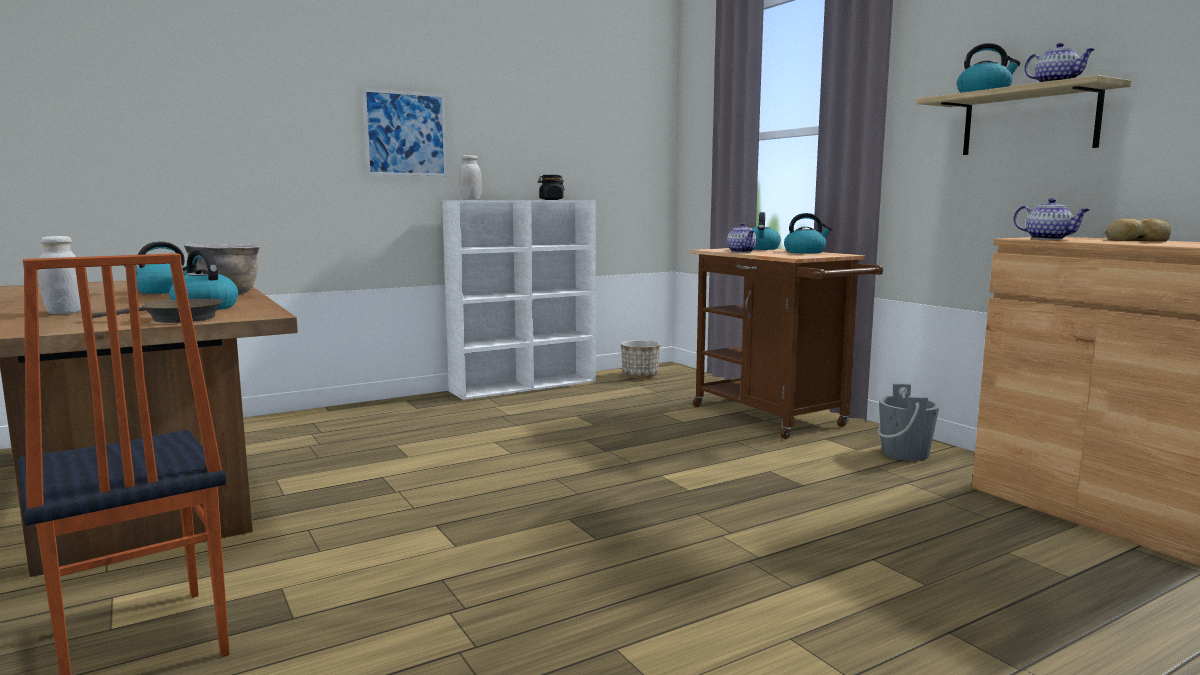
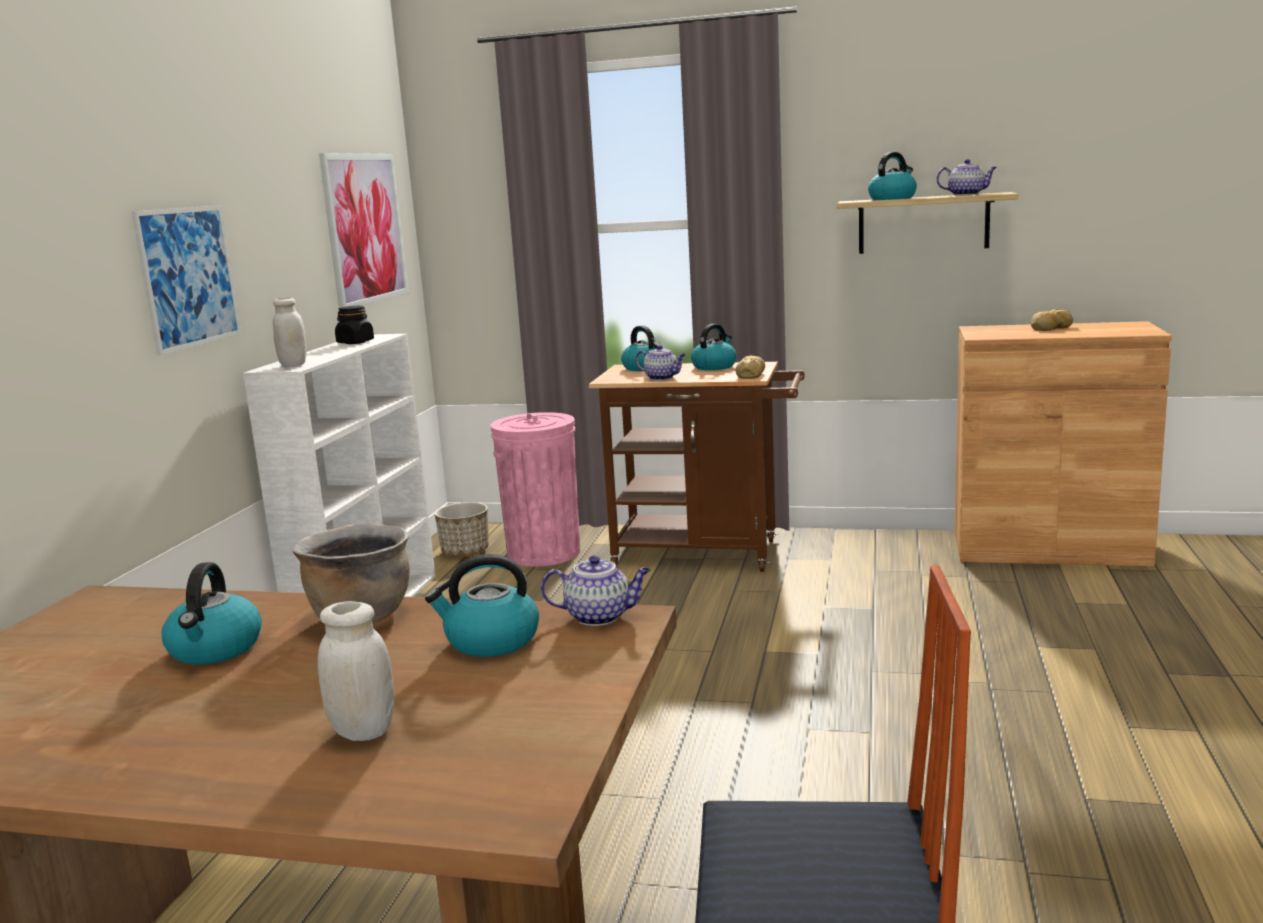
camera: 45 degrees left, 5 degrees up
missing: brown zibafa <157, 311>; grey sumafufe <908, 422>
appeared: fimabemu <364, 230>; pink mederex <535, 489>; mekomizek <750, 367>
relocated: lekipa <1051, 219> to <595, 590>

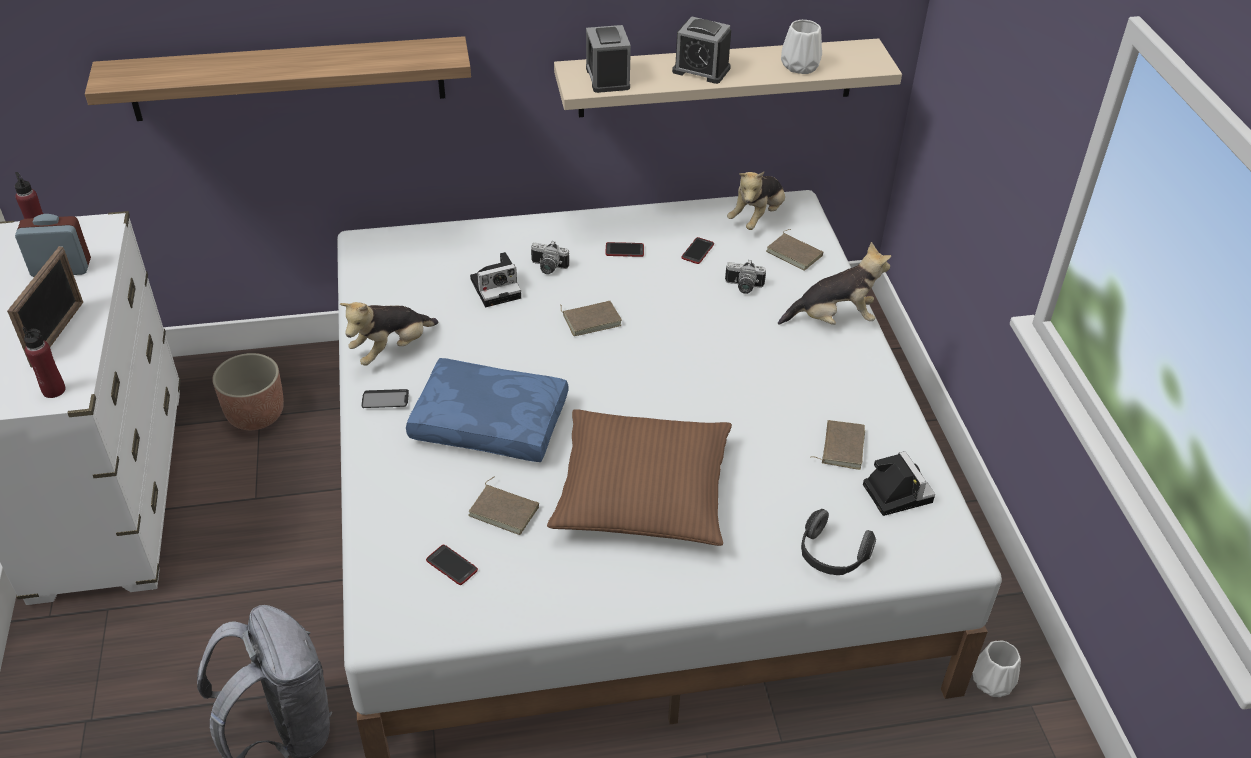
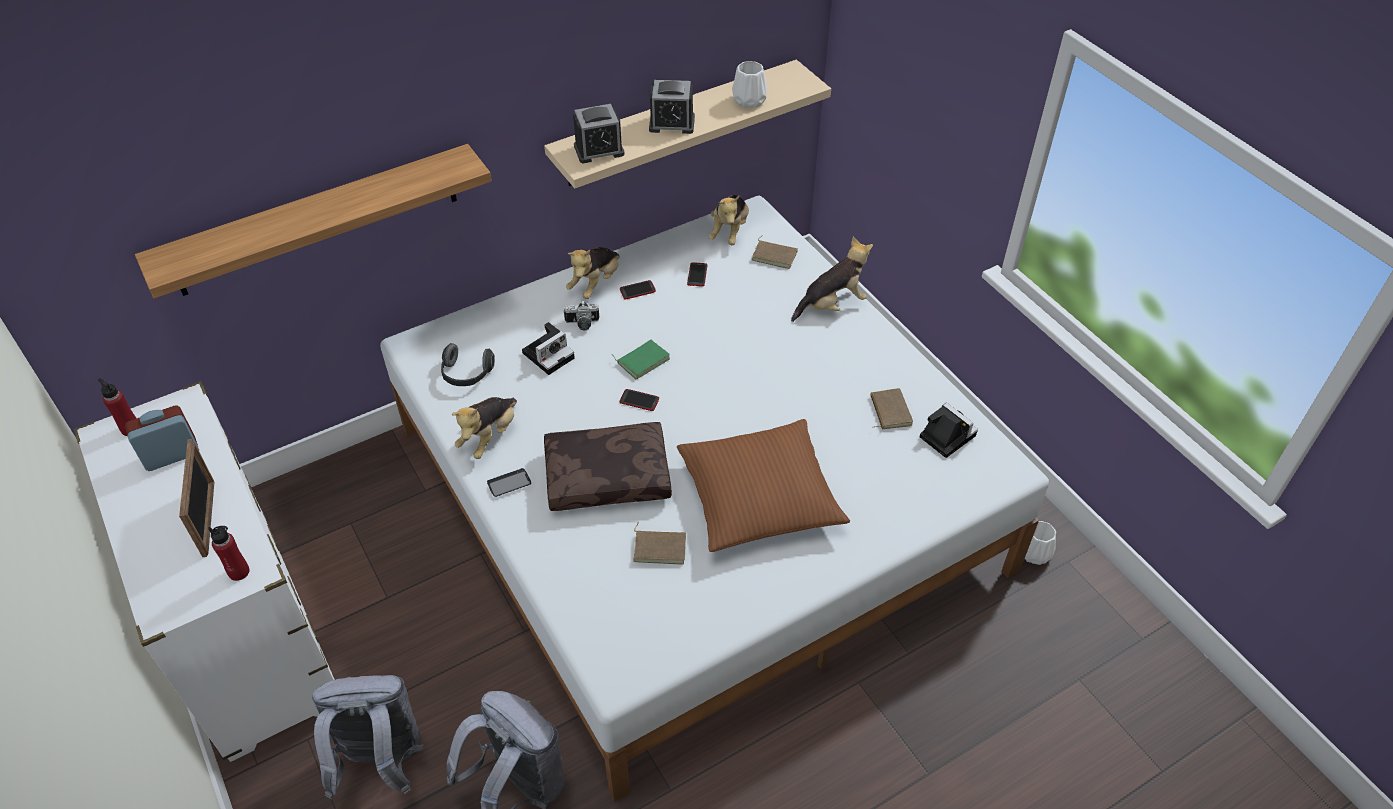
camera: 20 degrees left, 5 degrees up
missing: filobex <248, 391>; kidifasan <745, 277>
appeared: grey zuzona <368, 737>; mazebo <593, 273>
relocated: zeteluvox <838, 542> to <468, 364>; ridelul <452, 565> to <639, 400>
colour: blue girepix <487, 410> to brown girepix <608, 466>; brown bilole <591, 318> to green bilole <641, 359>
spun: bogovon <608, 59> = <598, 133> 75 degrees counterclockwise

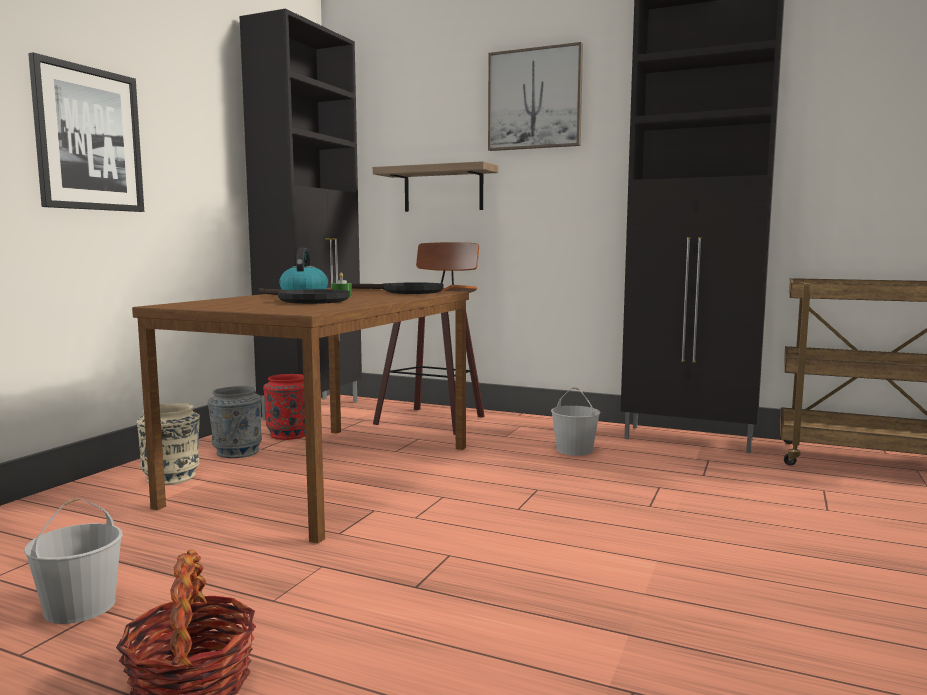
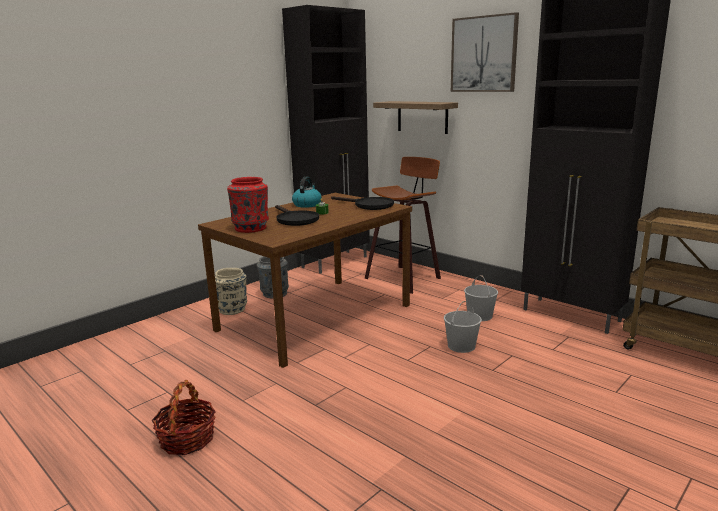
camera: 20 degrees right, 10 degrees up
missing: fimabemu <86, 132>
relocated: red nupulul <284, 407> to <248, 205>; white sumafufe <73, 561> to <463, 327>

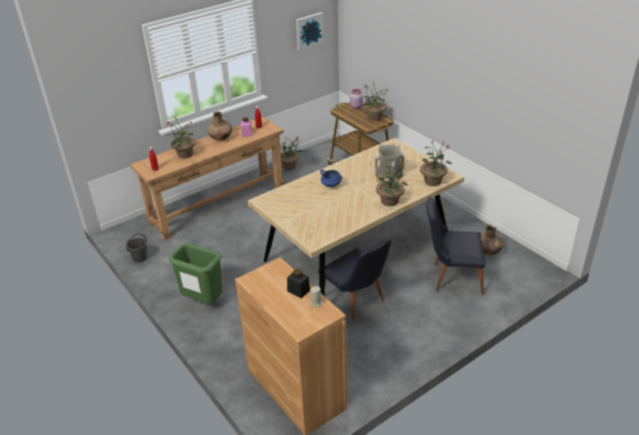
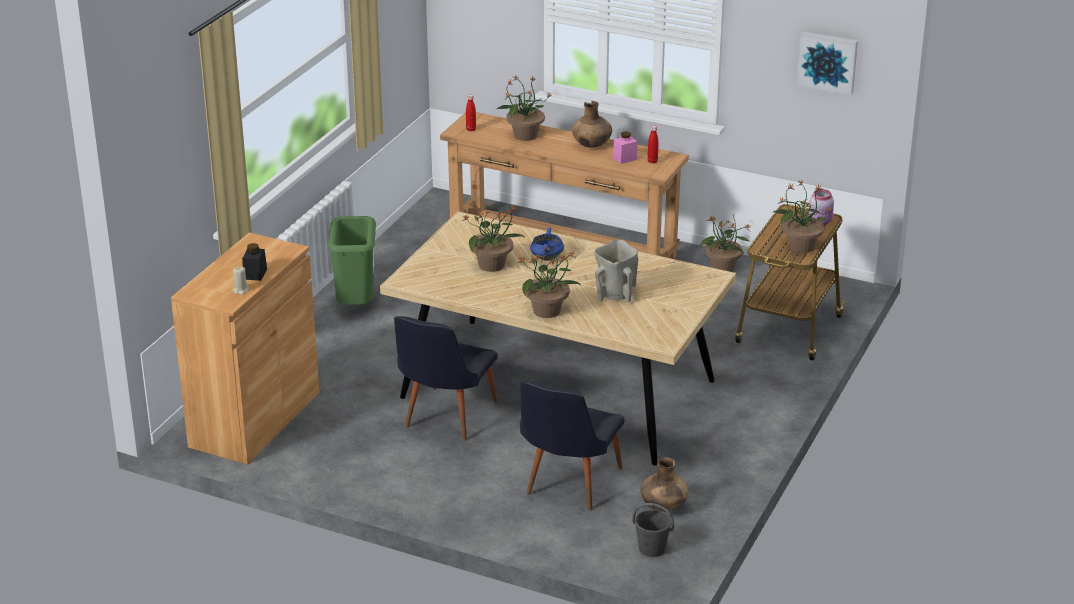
camera: 60 degrees right, 5 degrees down
relocated: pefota <436, 163> to <493, 237>; grey sumafufe <136, 248> to <653, 530>
spun: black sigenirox <455, 246> = <572, 446> 135 degrees counterclockwise

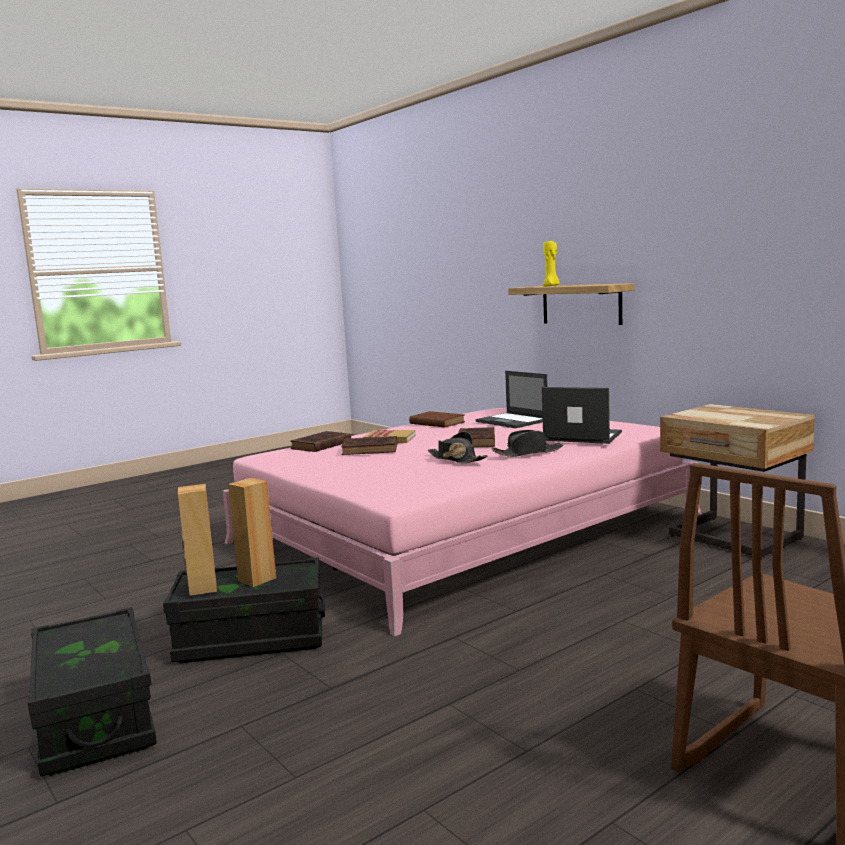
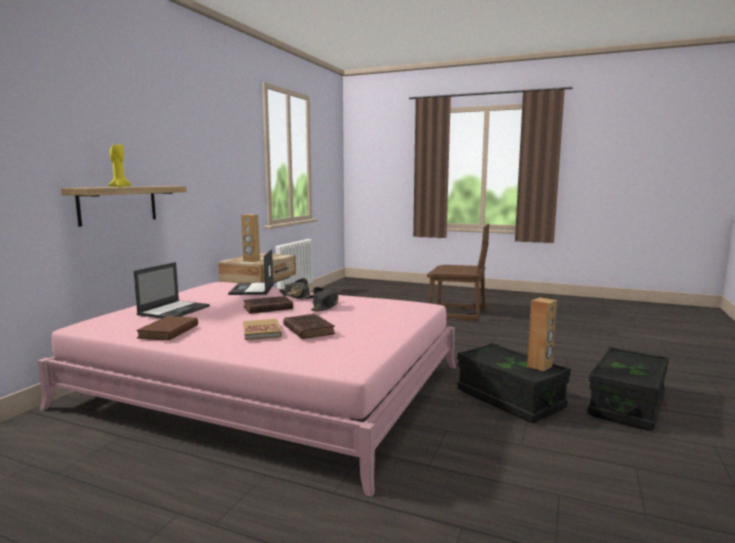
camera: 120 degrees left, 0 degrees up
missing: brown bilole <320, 441>
relocated: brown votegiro <252, 532> to <250, 238>

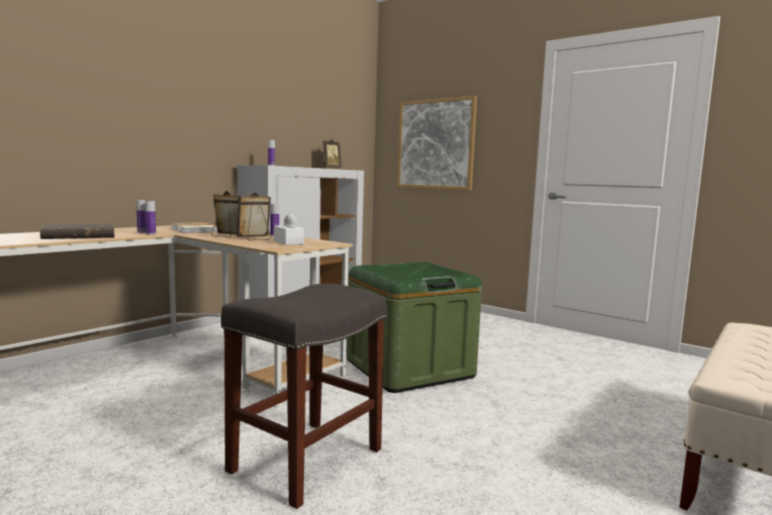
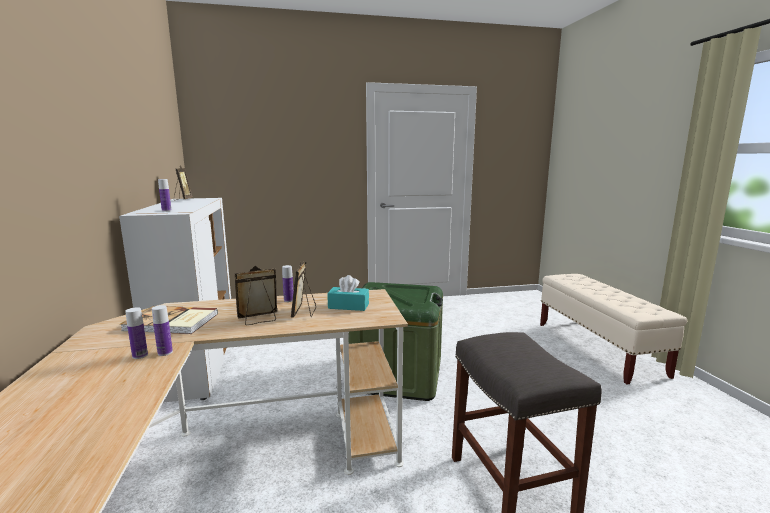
camera: 50 degrees left, 5 degrees up
missing: brown bilole <77, 231>; fimabemu <437, 143>
colour: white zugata <289, 228> to turquoise zugata <348, 293>

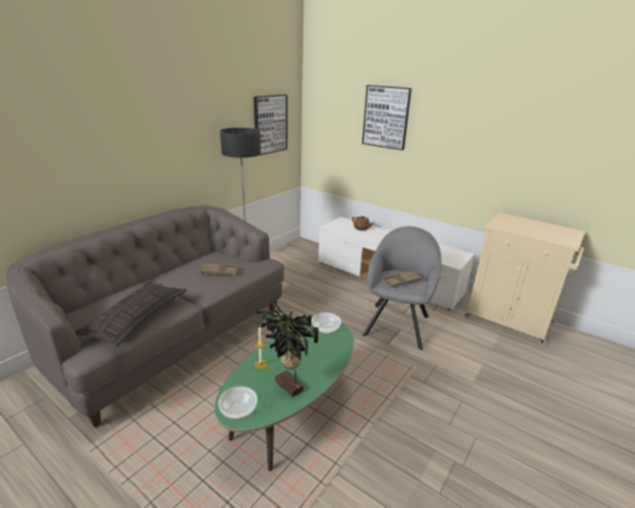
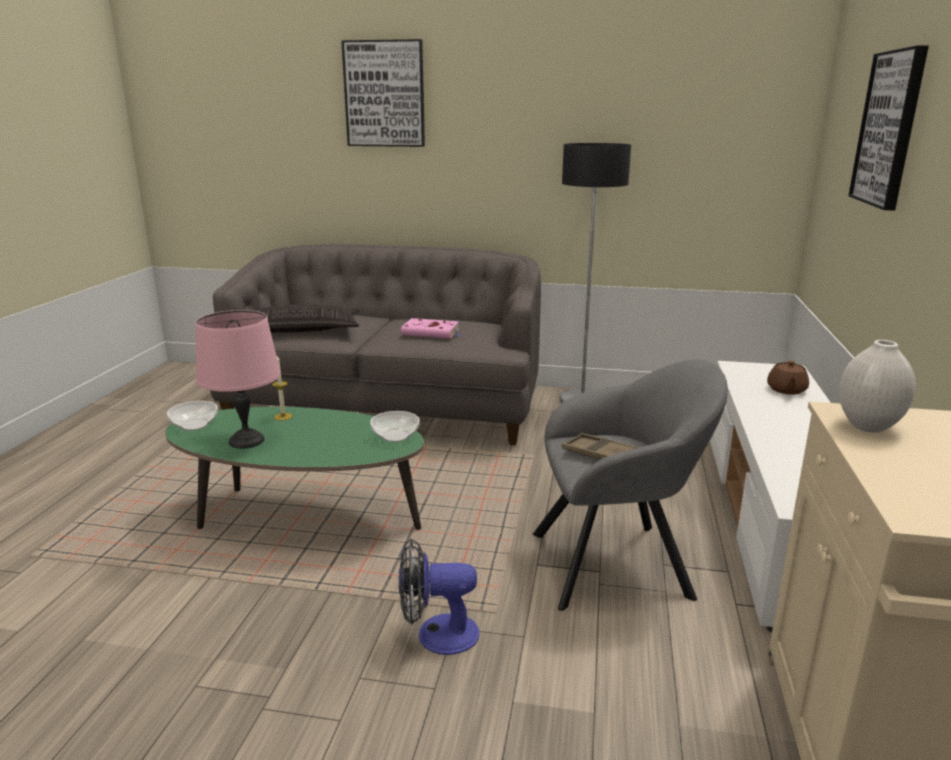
camera: 65 degrees right, 5 degrees down
appeared: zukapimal <439, 596>; white nupulul <877, 386>
relocated: fimabemu <270, 124> to <383, 93>
exchanged: pefota <287, 348> to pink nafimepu <238, 379>; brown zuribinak <218, 269> to pink bilole <432, 328>

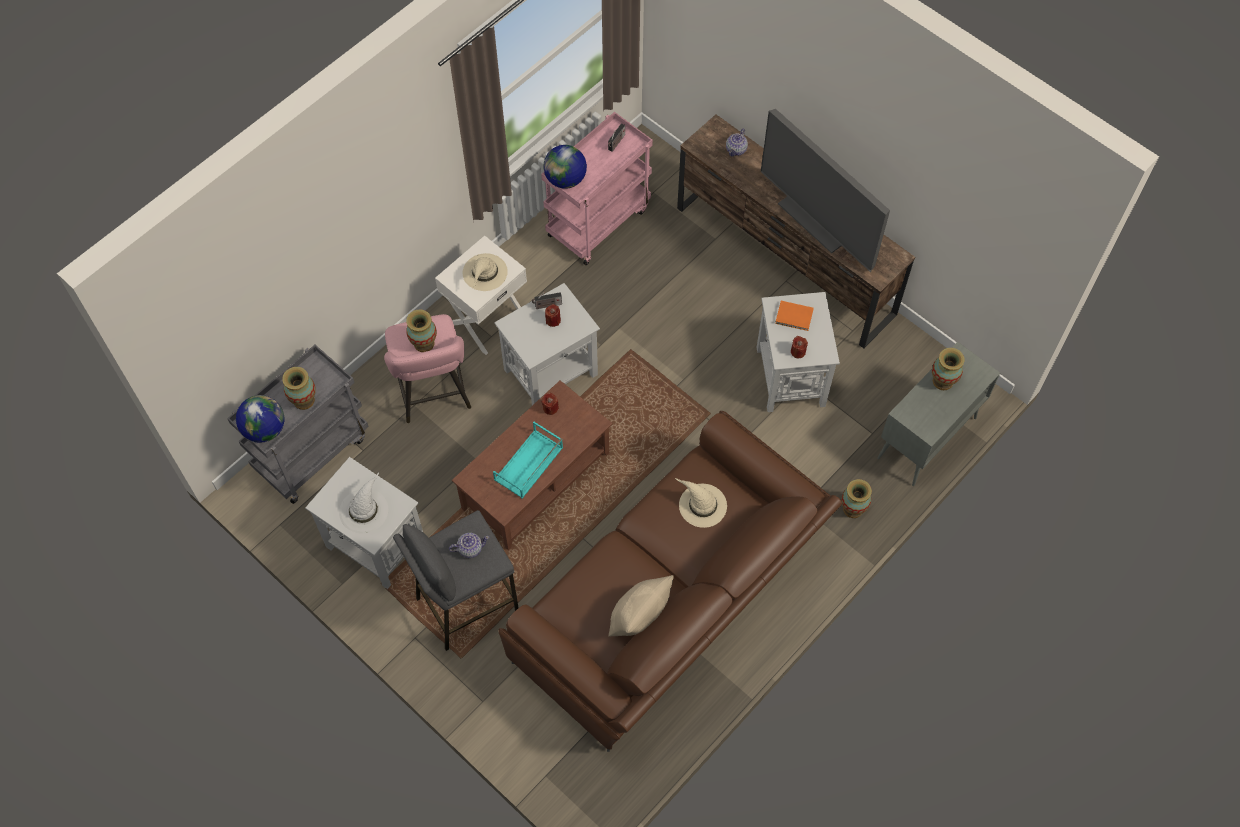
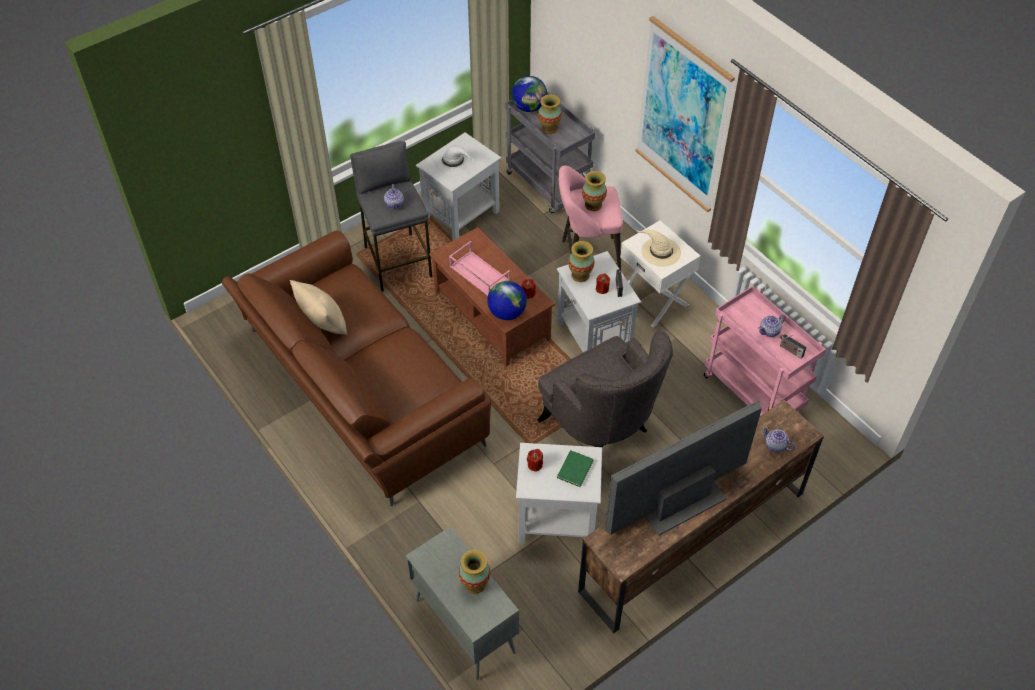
camera: 100 degrees right, 10 degrees down
missing: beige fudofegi <700, 502>
appeared: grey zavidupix <605, 389>; fimabemu <685, 114>; lekipa <771, 326>
relocated: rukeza <565, 167> to <507, 300>; nupulul <856, 498> to <581, 261>
colour: turquoise zuribinak <528, 460> to pink zuribinak <479, 268>; orange bilole <794, 316> to green bilole <575, 468>

